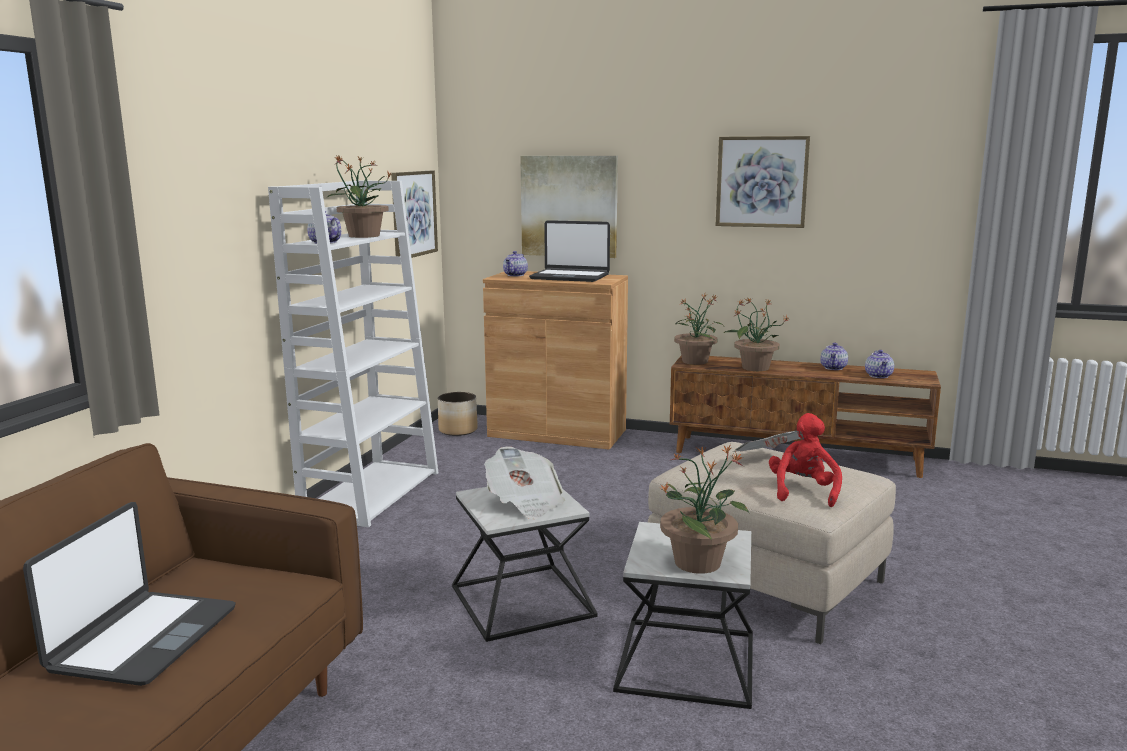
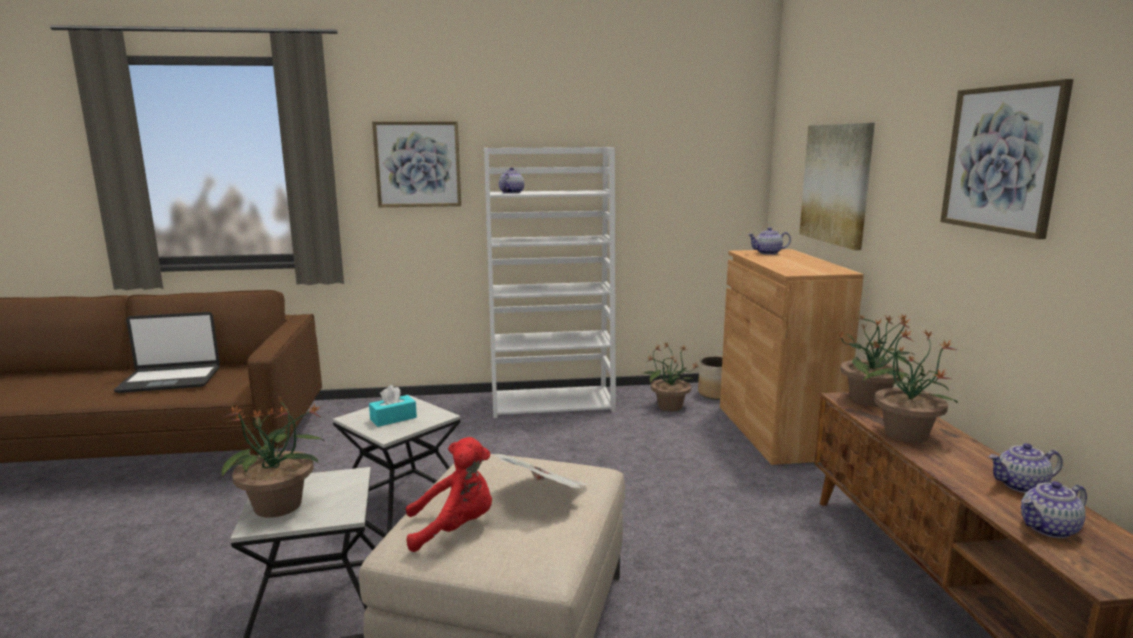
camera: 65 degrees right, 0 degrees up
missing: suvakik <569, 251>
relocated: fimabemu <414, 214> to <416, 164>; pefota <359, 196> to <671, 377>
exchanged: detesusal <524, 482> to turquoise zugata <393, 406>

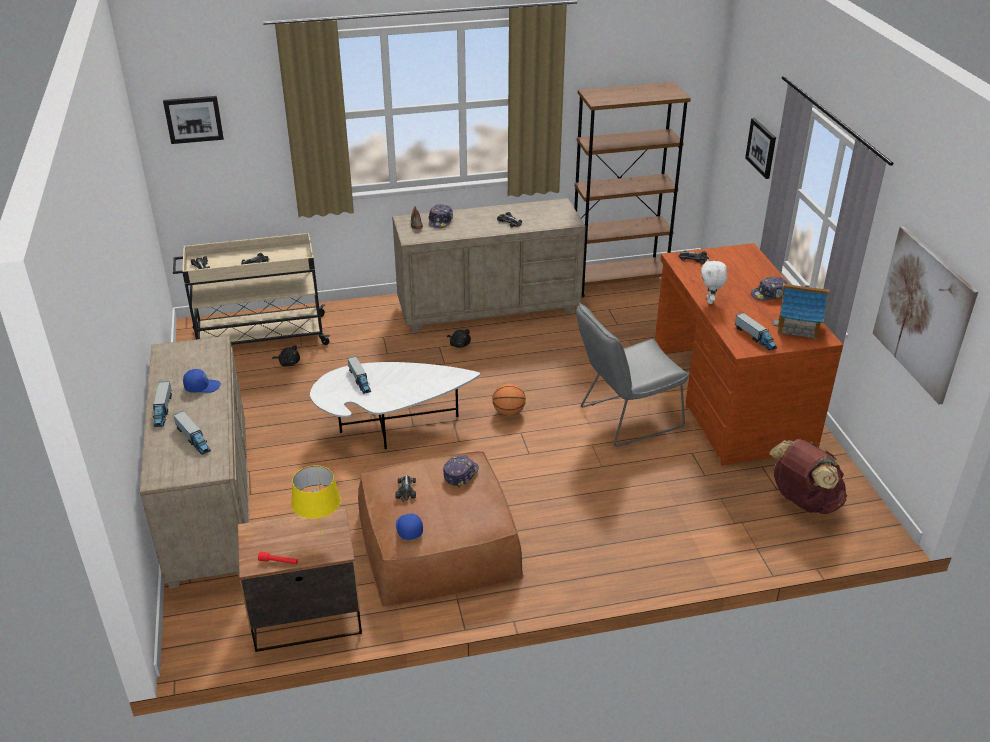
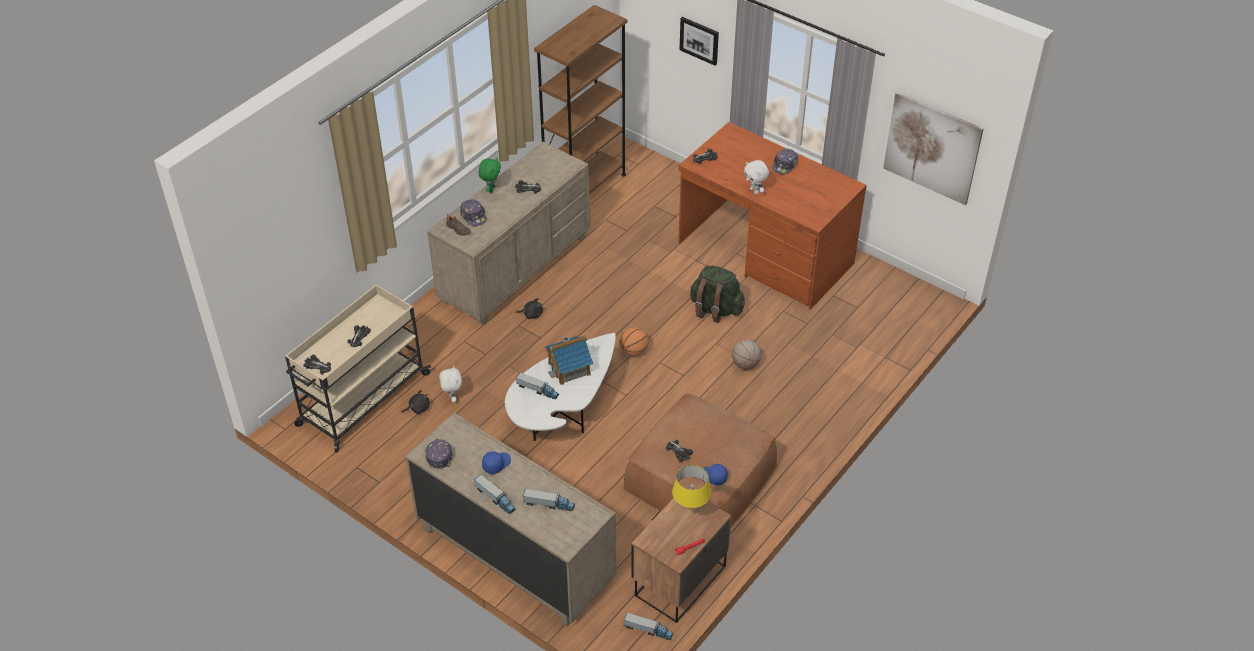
camera: 40 degrees left, 10 degrees up
missing: fimabemu <193, 120>; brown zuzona <808, 476>
appeared: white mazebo <450, 384>; green mazebo <489, 175>; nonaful <746, 355>
relocated: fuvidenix <461, 471> to <438, 454>; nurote <801, 311> to <569, 360>; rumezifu <756, 332> to <648, 626>
exchanged: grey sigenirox <632, 375> to green zuzona <717, 294>

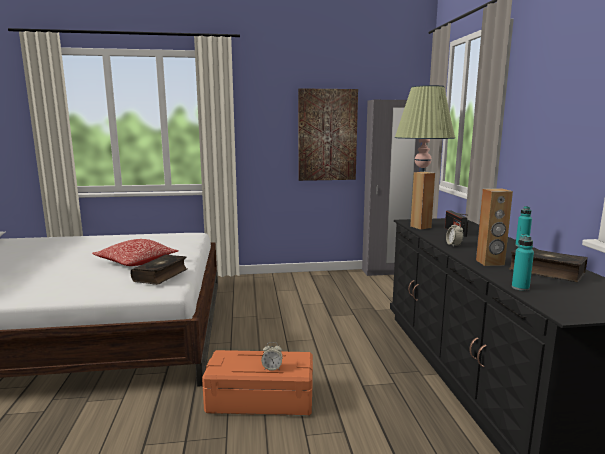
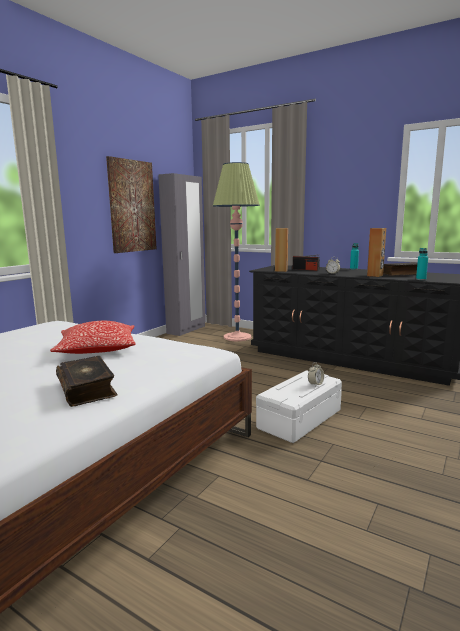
camera: 50 degrees left, 0 degrees up
relocated: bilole <158, 269> to <87, 381>
colour: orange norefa <257, 383> to white norefa <299, 406>

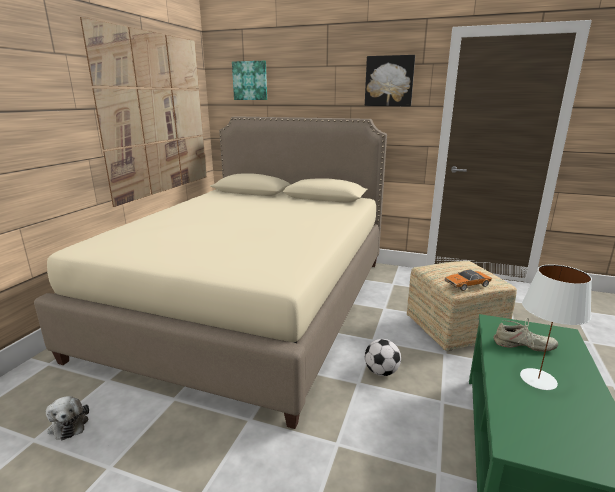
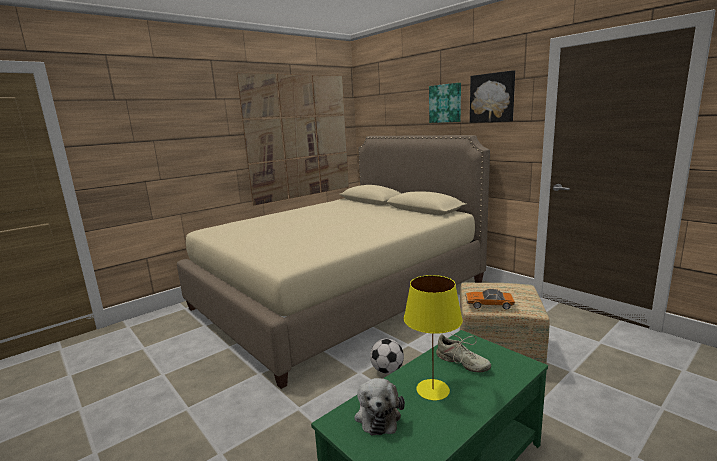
camera: 30 degrees right, 5 degrees down
relocated: mazebo <67, 418> to <379, 406>; fimabemu <249, 80> to <445, 103>
colour: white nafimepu <556, 327> to yellow nafimepu <433, 337>

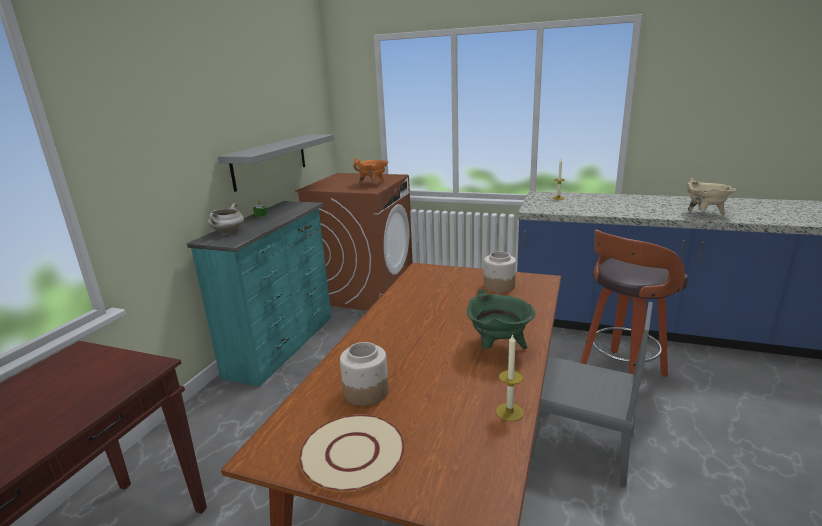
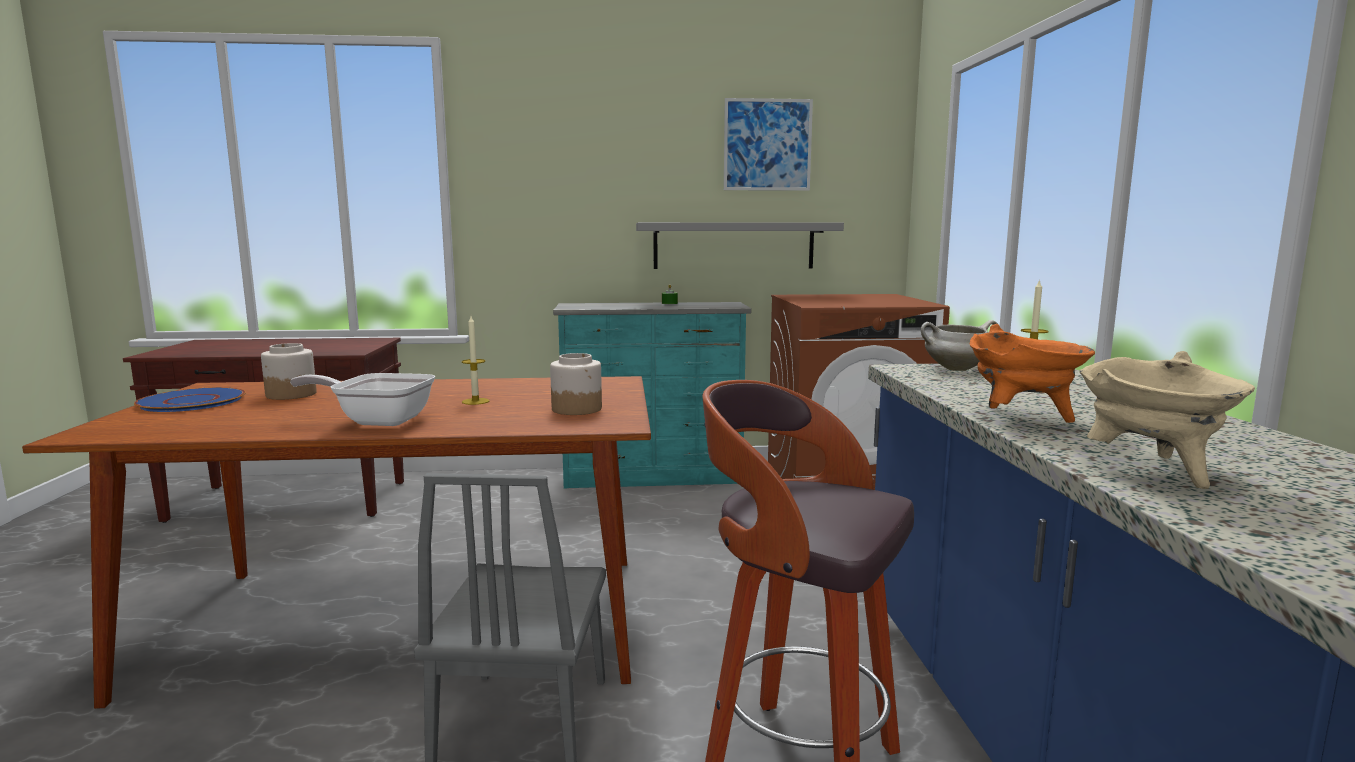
camera: 65 degrees right, 10 degrees down
appeared: fimabemu <768, 144>
relocated: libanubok <510, 377> to <475, 360>; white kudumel <226, 218> to <959, 345>; orange kudumel <370, 171> to <1032, 373>
exchanged: green kudumel <501, 319> to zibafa <362, 399>
colour: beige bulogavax <352, 453> to blue bulogavax <190, 399>

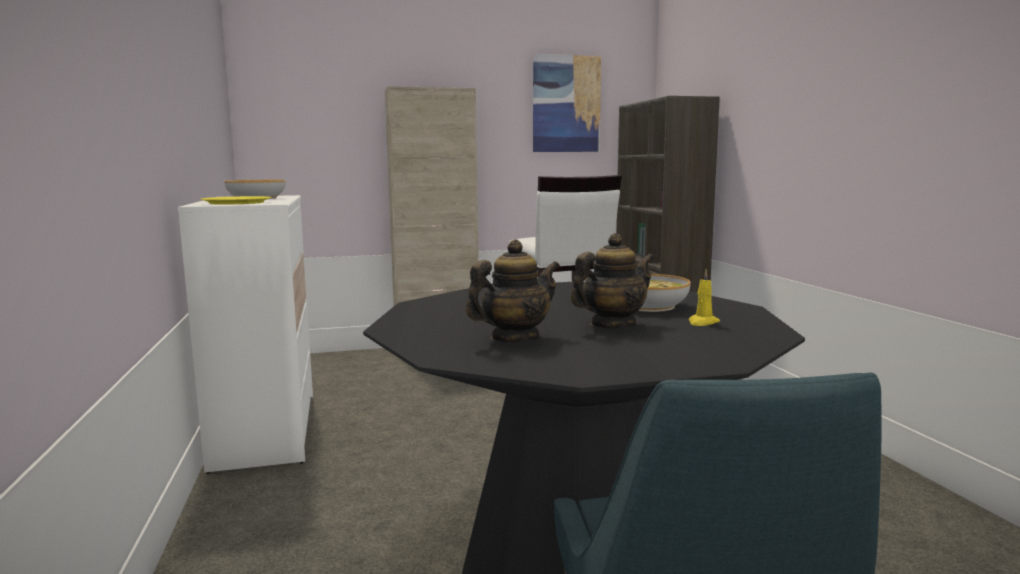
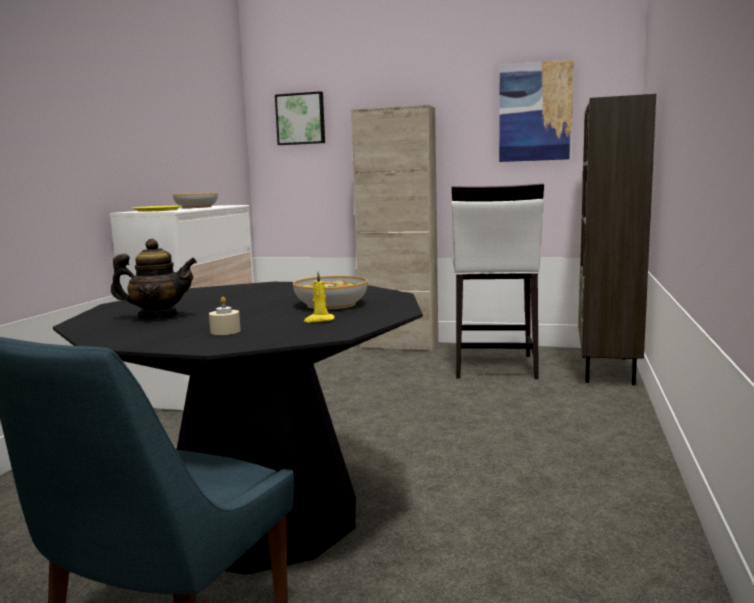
camera: 30 degrees right, 0 degrees up
missing: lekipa <613, 280>
appeared: beige libanubok <225, 316>; fimabemu <300, 118>

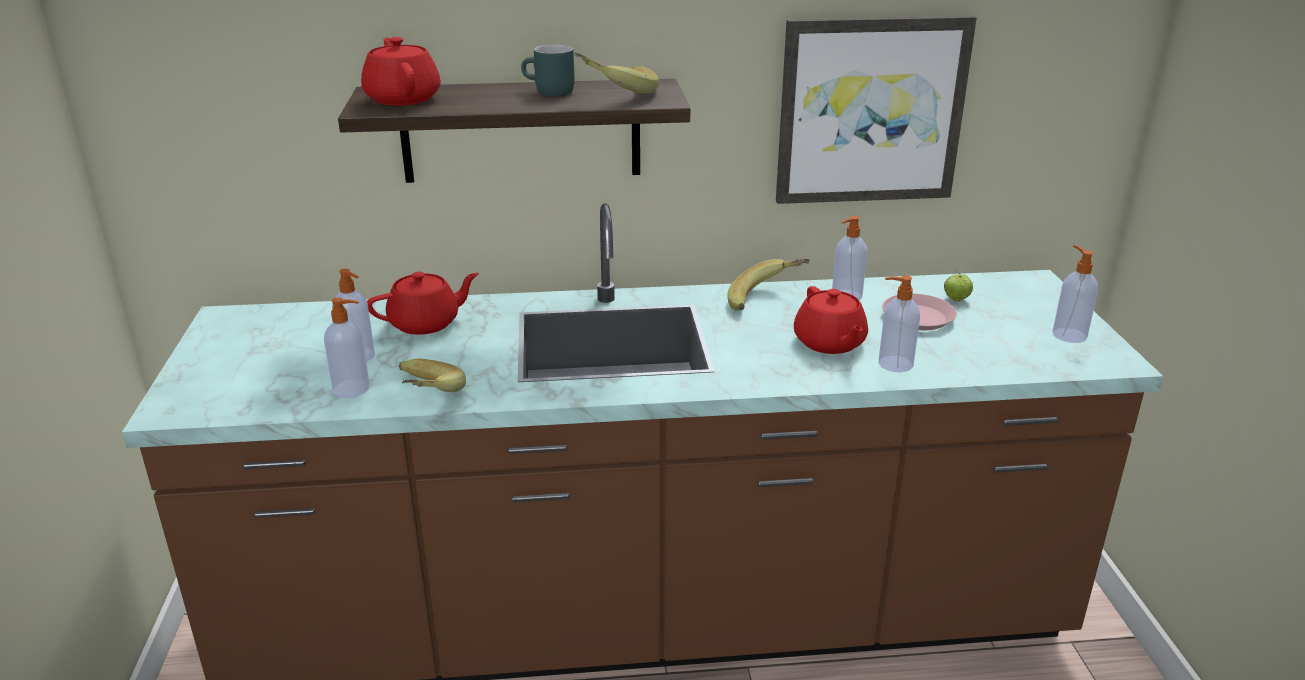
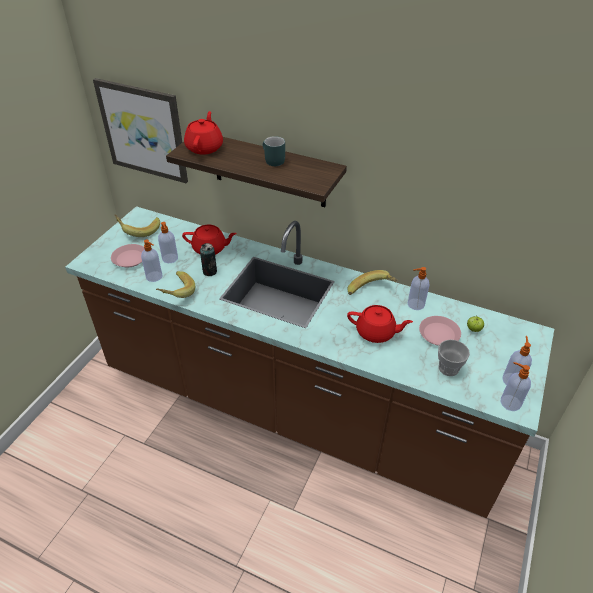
camera: 30 degrees right, 15 degrees up
appeared: pink bulogavax <128, 255>; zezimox <208, 259>; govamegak <454, 358>
relocated: fimabemu <876, 110> to <140, 130>; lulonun <616, 73> to <137, 226>; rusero <899, 324> to <515, 386>
spun: red lekipa <831, 320> = <380, 324> 90 degrees counterclockwise

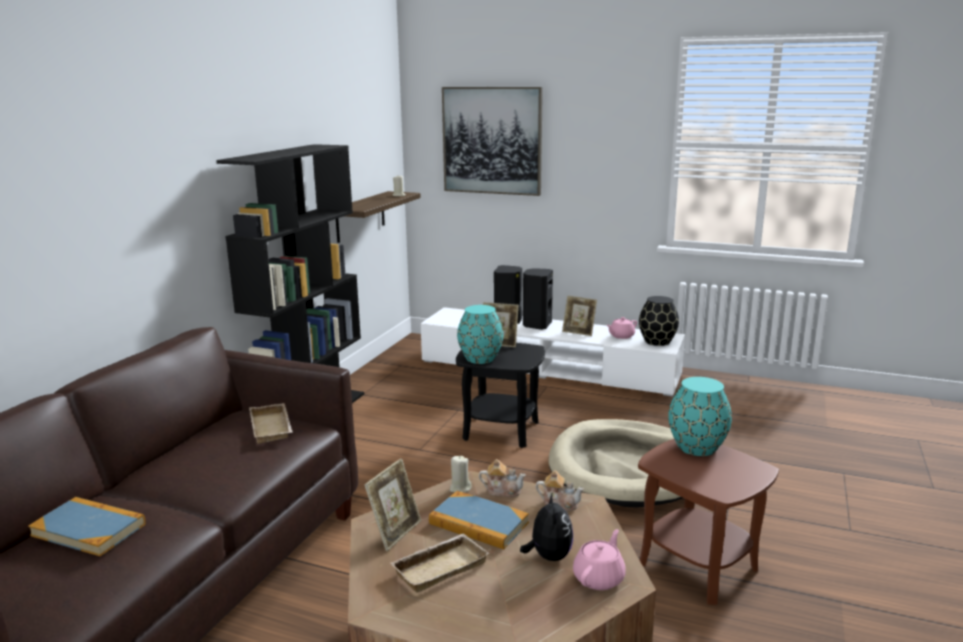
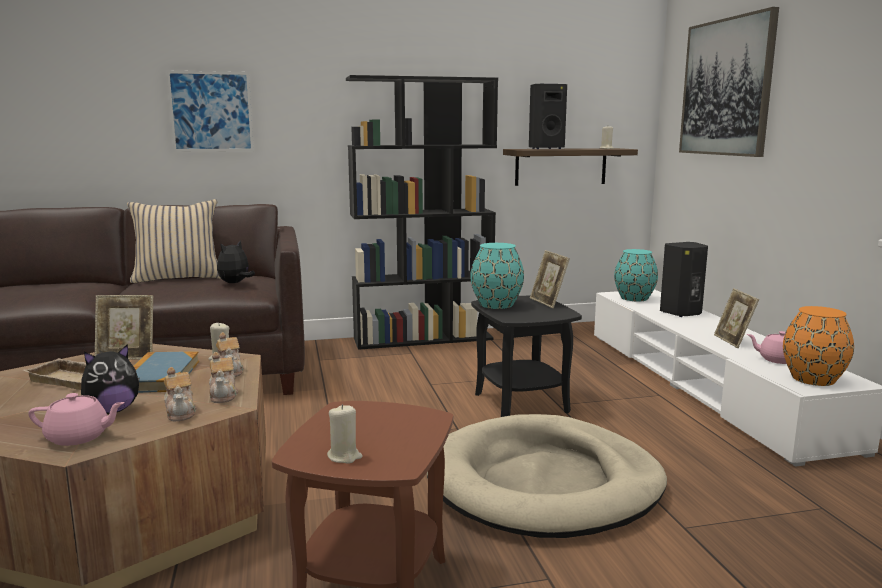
camera: 55 degrees right, 5 degrees down
missing: bilole <87, 526>
appeared: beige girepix <174, 241>; lekipa <180, 394>; fimabemu <210, 111>; beige libanubok <344, 433>
relocated: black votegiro <538, 299> to <548, 116>; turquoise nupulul <700, 416> to <636, 275>
exchanged: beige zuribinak <271, 423> to mazebo <236, 262>
colour: black nupulul <659, 321> to orange nupulul <818, 346>

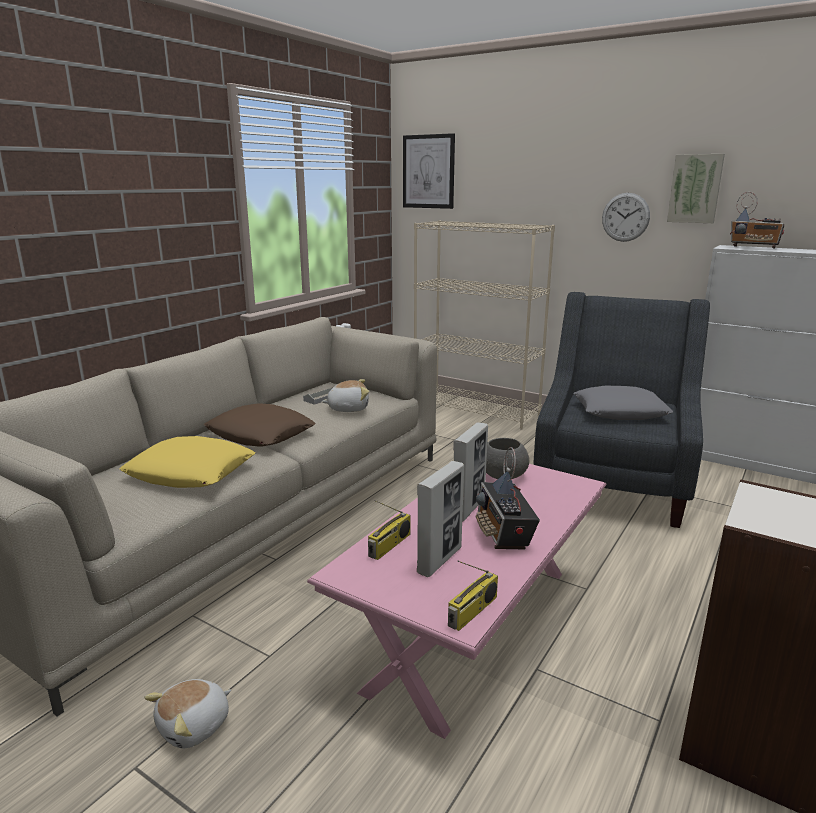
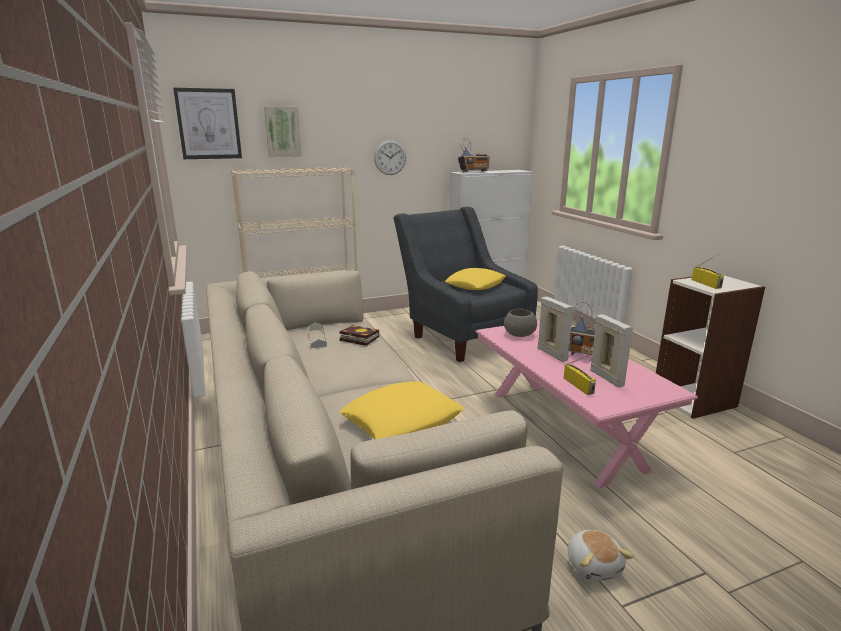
camera: 55 degrees left, 0 degrees up
missing: brown girepix <260, 425>
relocated: fimabemu <696, 188> to <282, 131>; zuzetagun <473, 596> to <708, 271>
exchanged: mazebo <345, 395> to bilole <359, 335>
colour: grey girepix <623, 403> to yellow girepix <475, 279>

